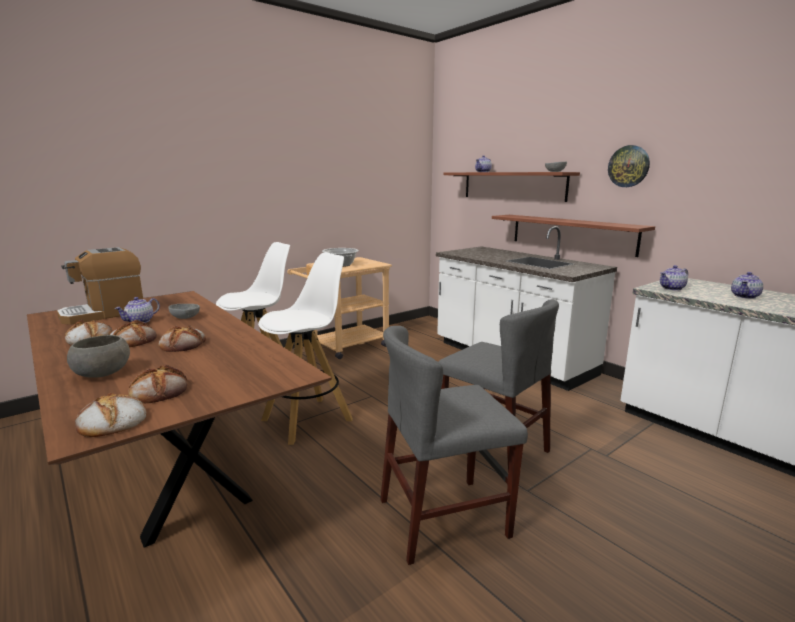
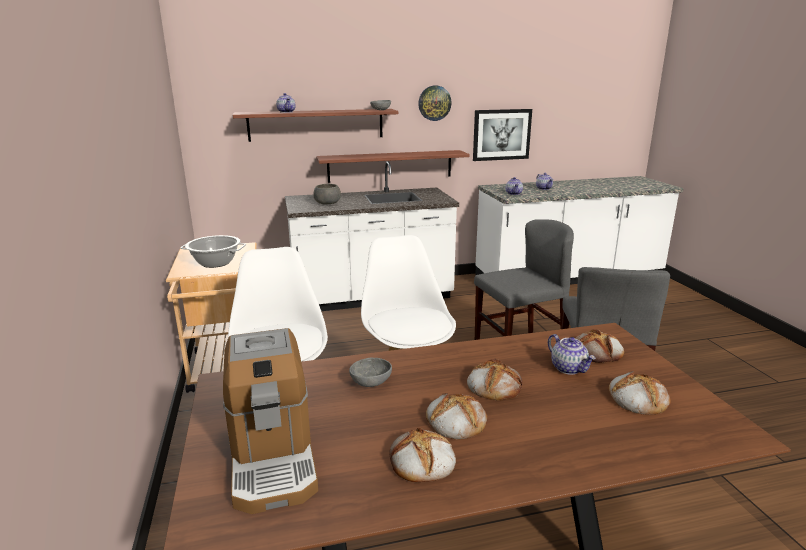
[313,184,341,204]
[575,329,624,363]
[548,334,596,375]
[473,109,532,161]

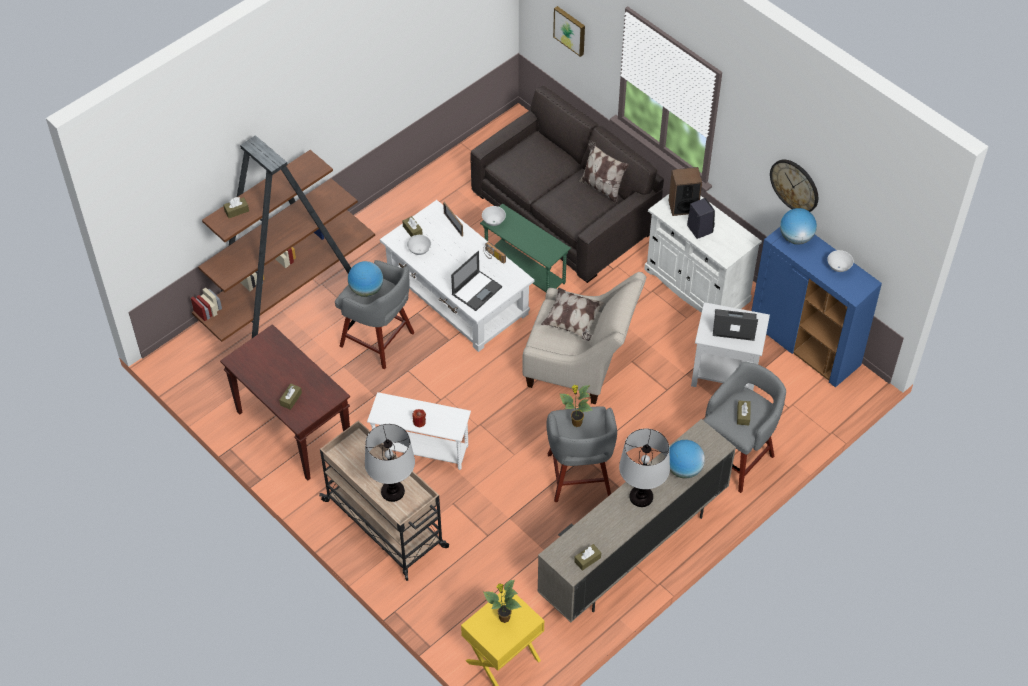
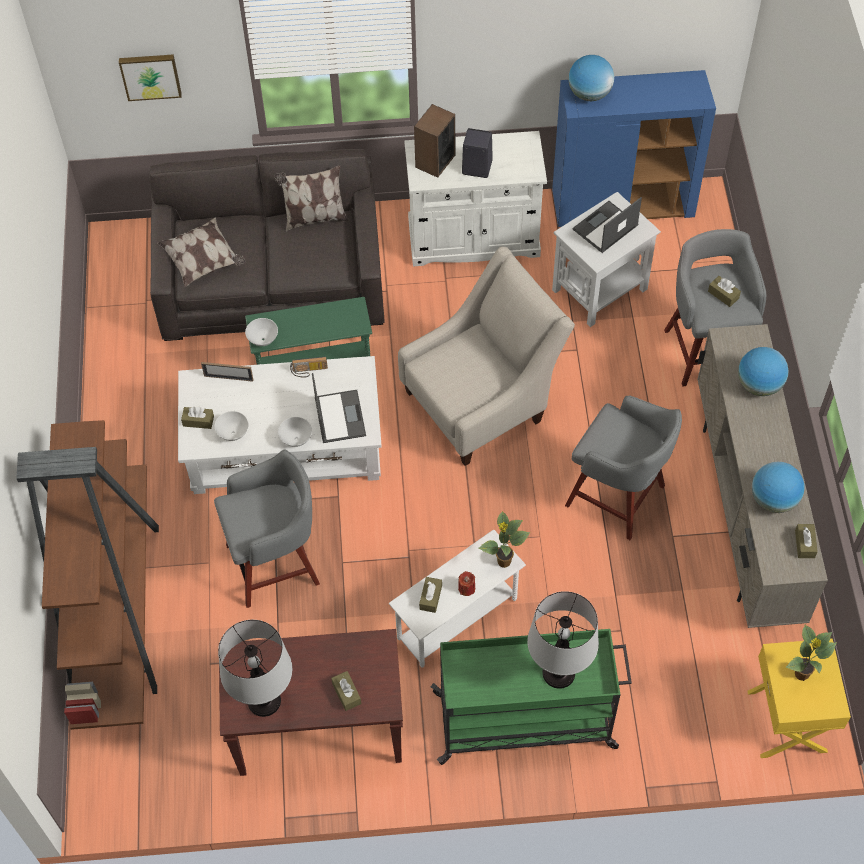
[419,577,442,613]
[431,629,632,765]
[752,462,804,513]
[157,218,245,287]
[478,511,530,568]
[218,620,292,717]
[770,160,818,212] (first image)
[278,417,312,447]

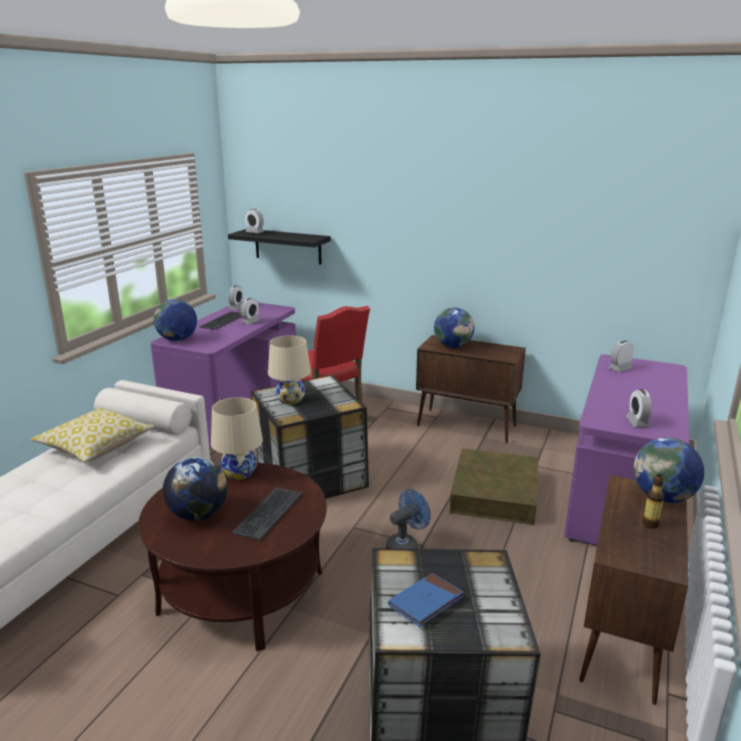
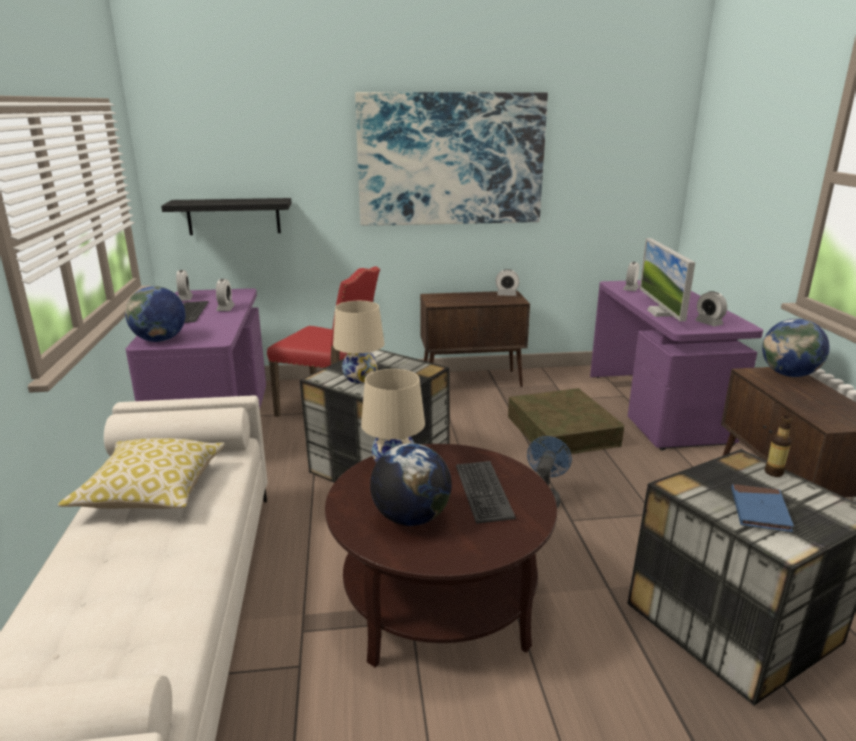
[496,269,519,296]
[434,308,474,348] (first image)
[765,416,791,477]
[355,92,548,226]
[640,238,695,321]

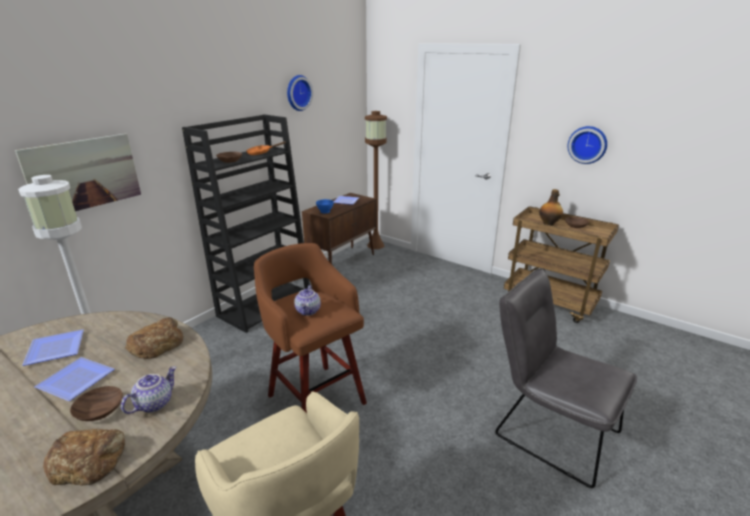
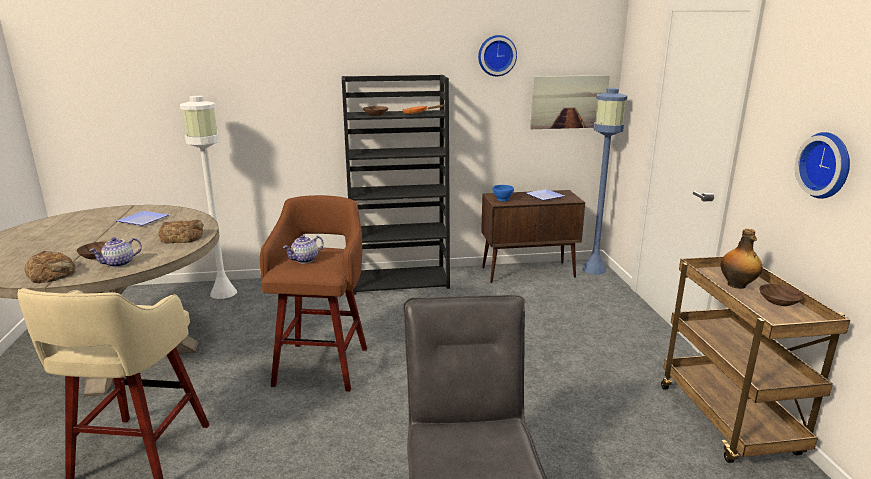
[530,75,610,129]
[34,357,114,401] (first image)
[89,237,142,267]
[582,88,628,275]

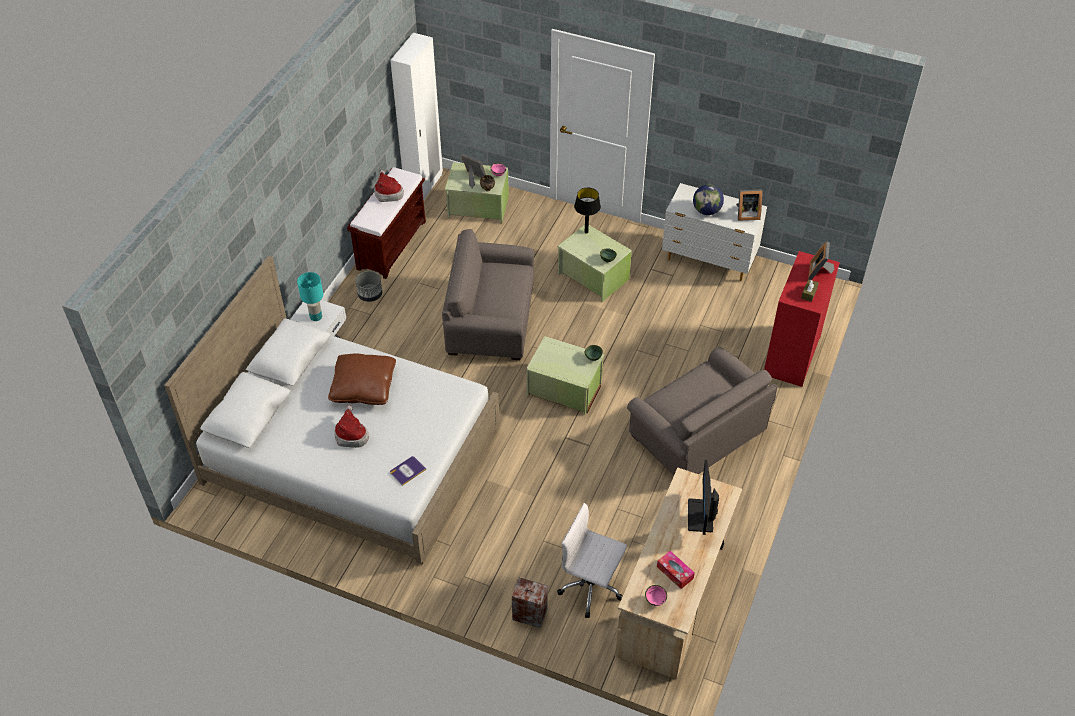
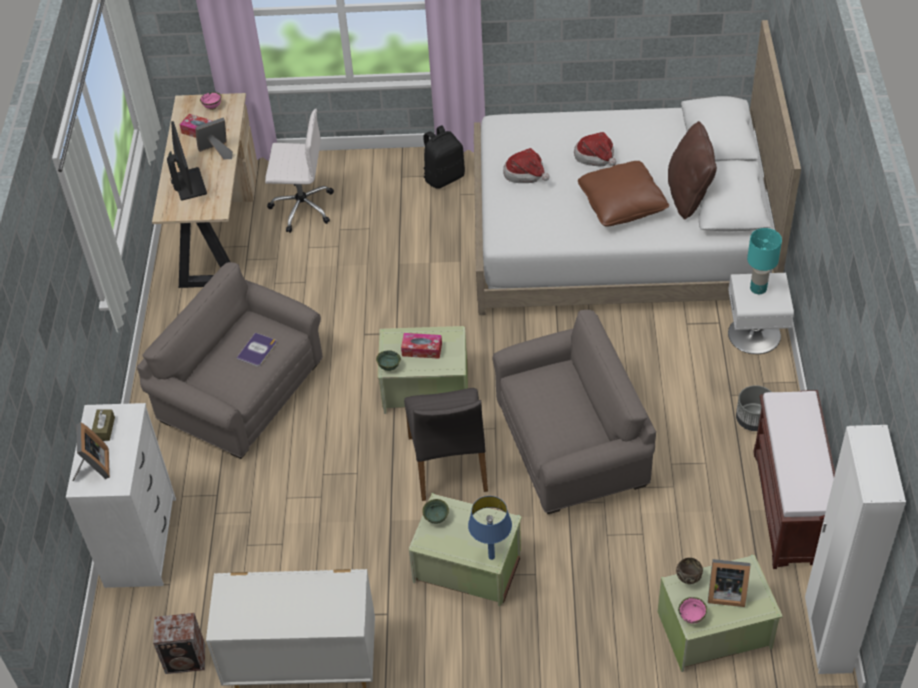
[503,148,549,183]
[237,333,277,366]
[153,613,205,674]
[468,496,512,560]
[693,184,724,215] (first image)
[195,117,233,159]
[66,403,176,588]
[401,333,442,359]
[404,388,488,501]
[423,125,465,189]
[668,121,717,219]

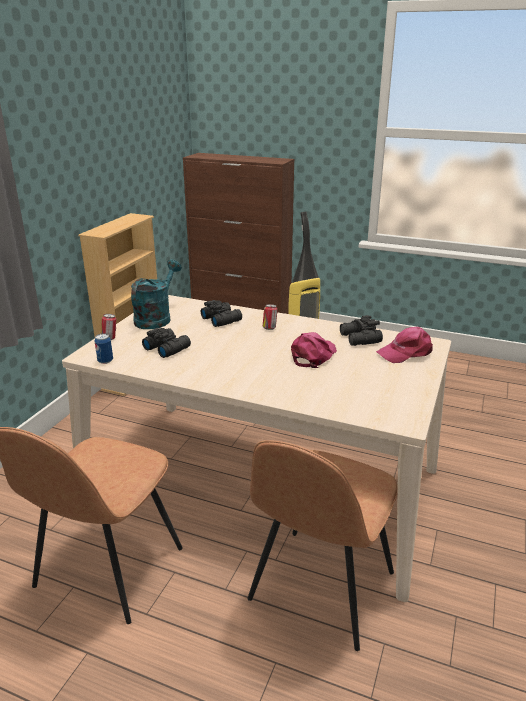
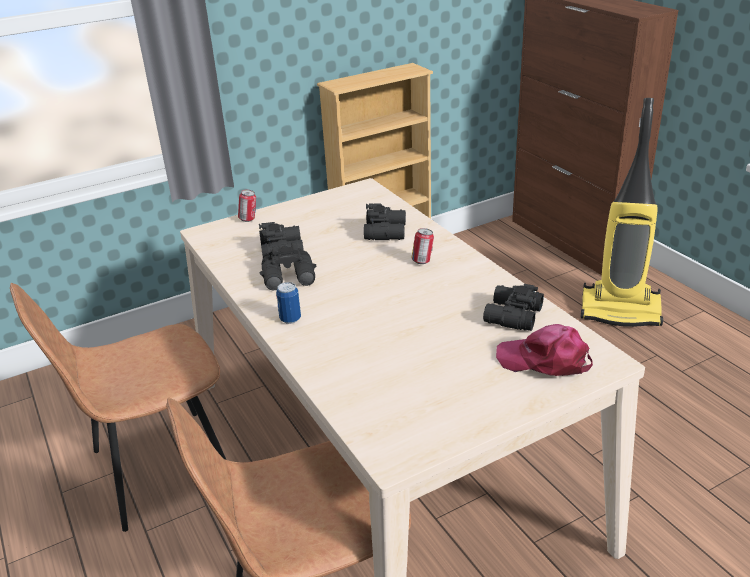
[276,282,301,324]
[131,260,182,329] (first image)
[291,332,337,368] (first image)
[260,241,316,290]

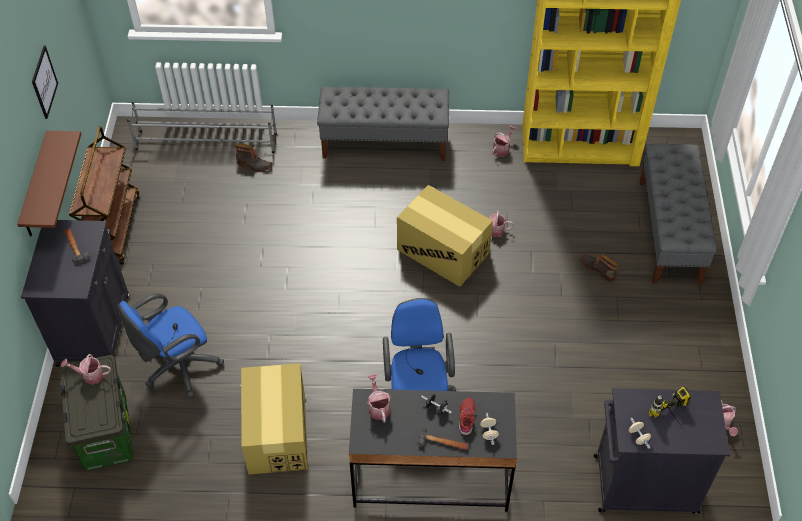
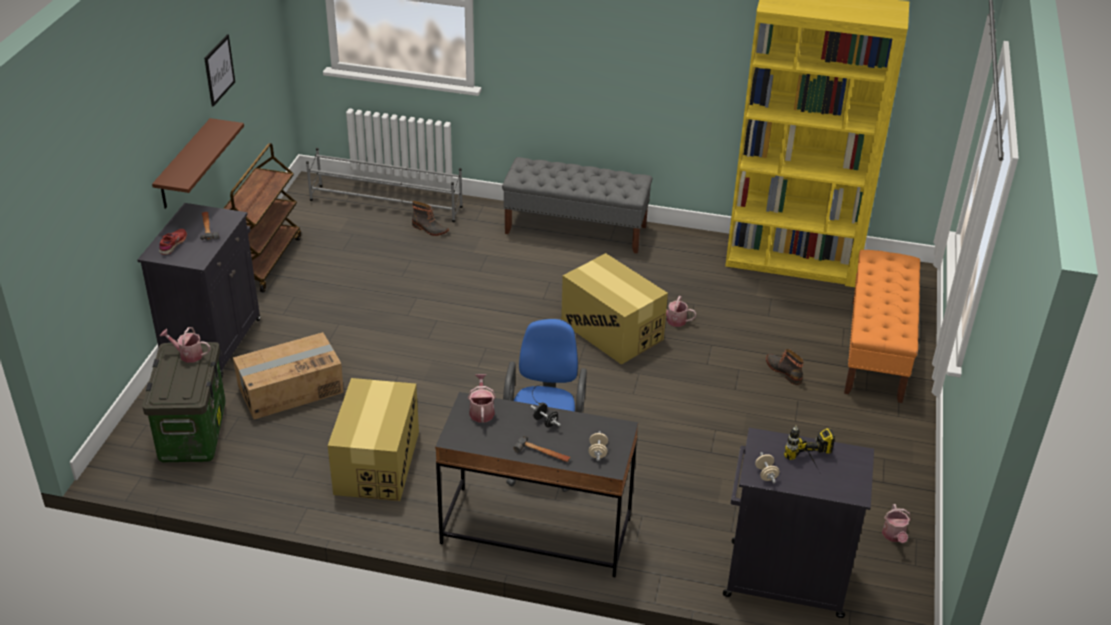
[233,332,344,419]
[159,229,187,255]
[492,125,516,156] (first image)
[844,250,920,403]

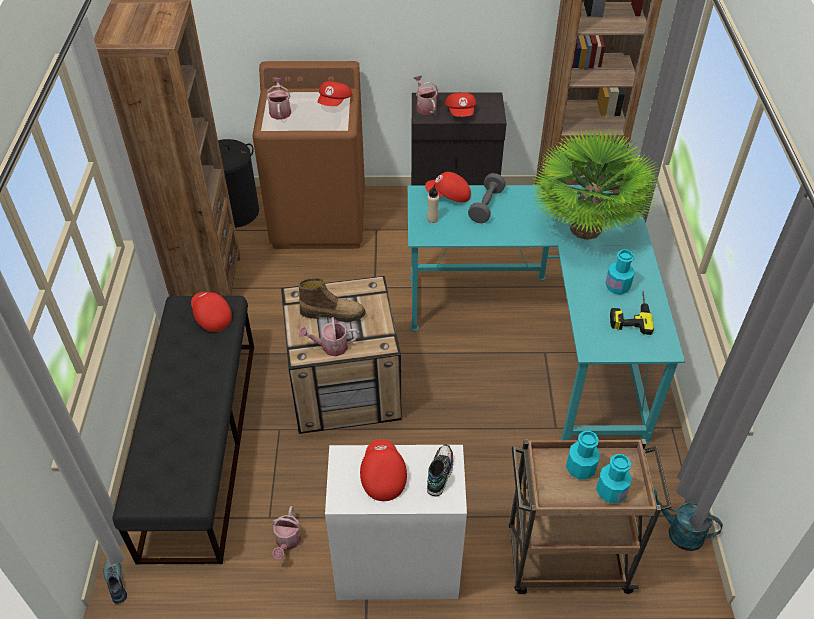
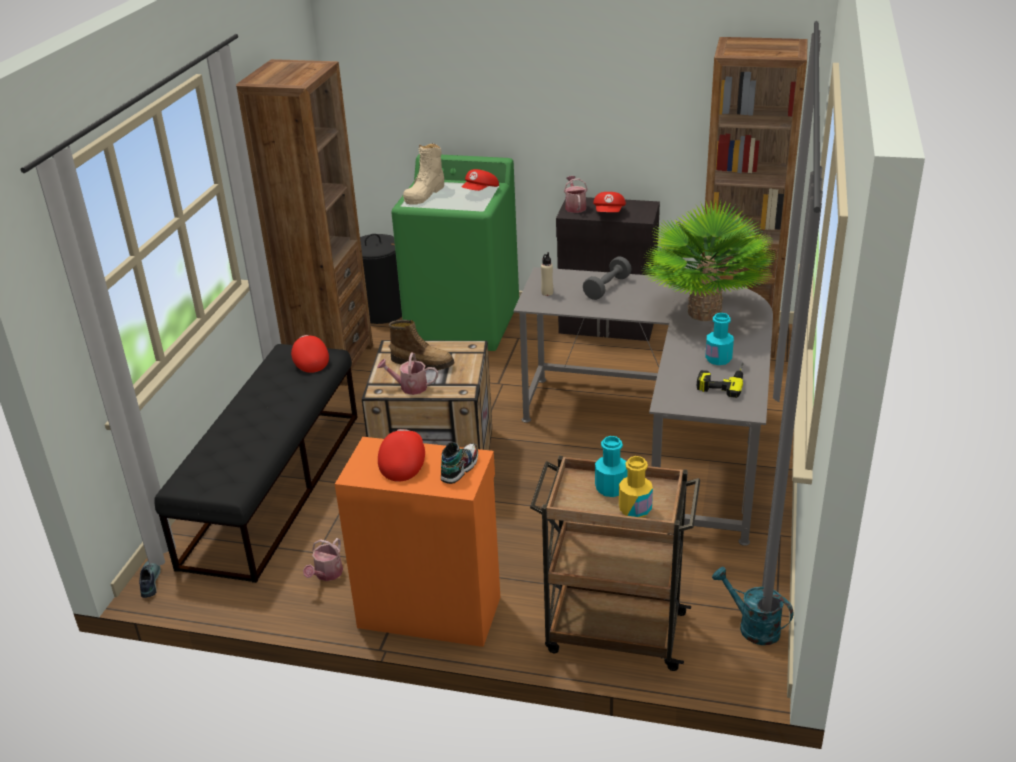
[391,154,519,351]
[403,143,445,205]
[335,437,500,647]
[513,267,773,546]
[425,172,471,202] (first image)
[619,456,653,518]

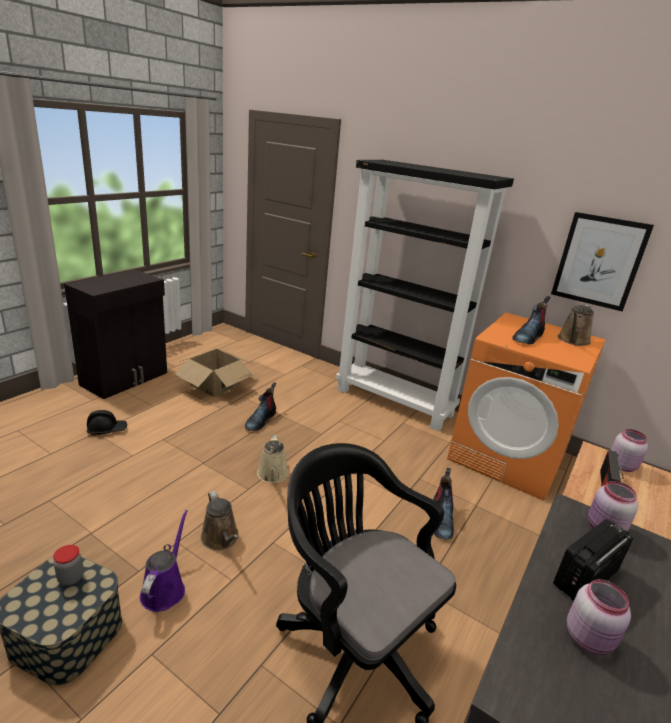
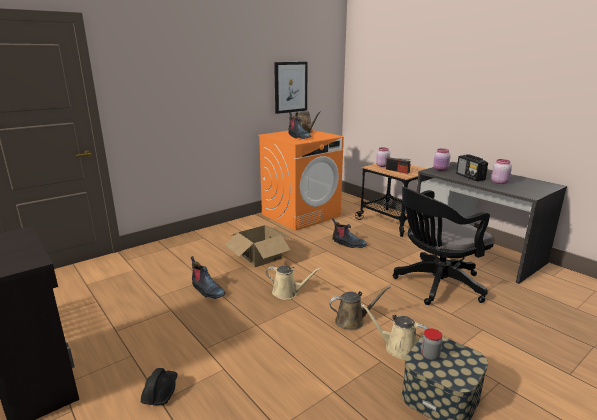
[361,304,428,360]
[224,225,294,267]
[336,160,514,431] (first image)

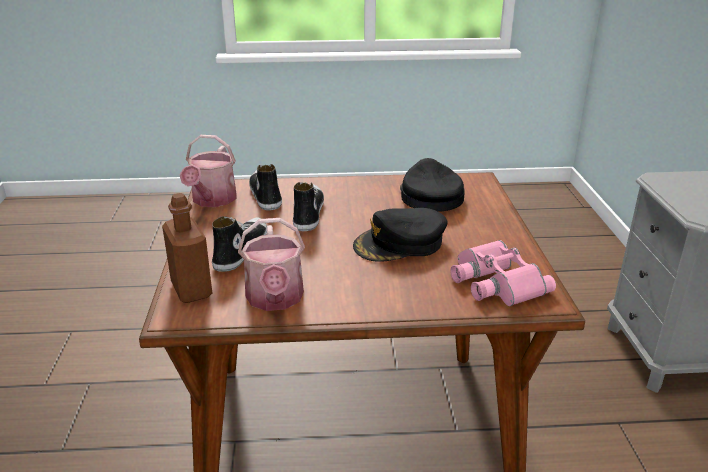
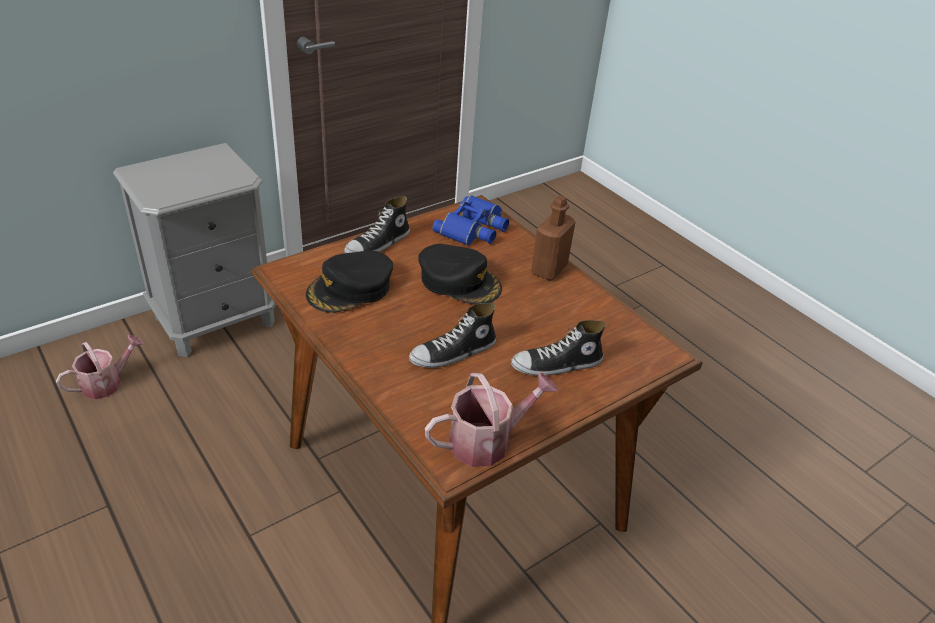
[531,195,575,281]
[56,335,144,399]
[344,196,410,253]
[432,195,509,246]

